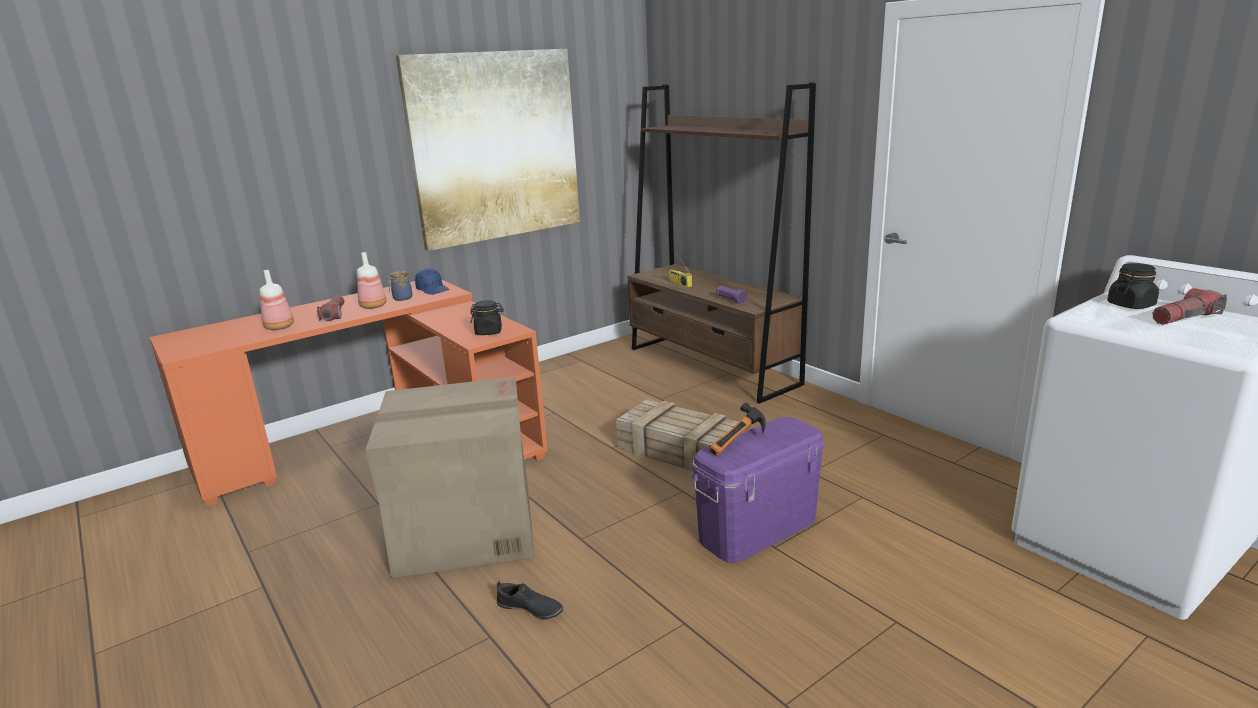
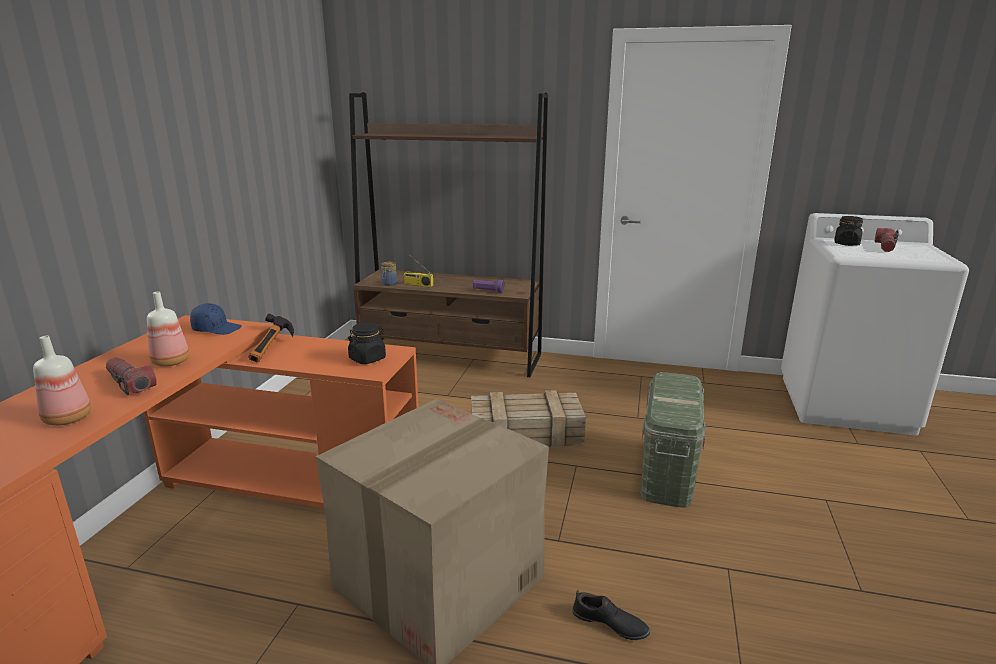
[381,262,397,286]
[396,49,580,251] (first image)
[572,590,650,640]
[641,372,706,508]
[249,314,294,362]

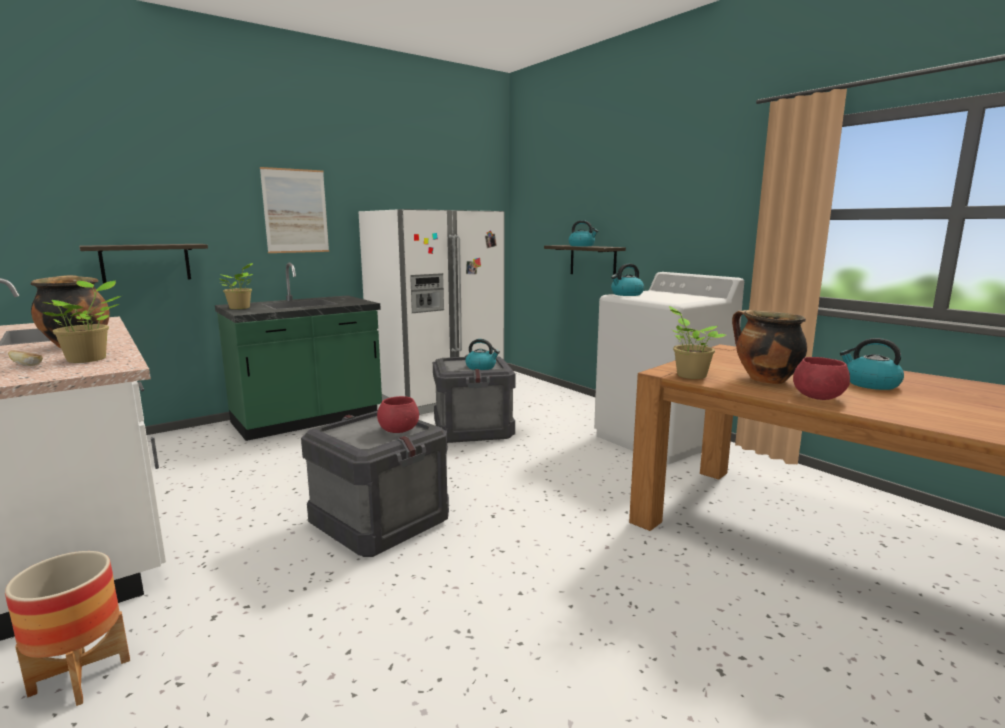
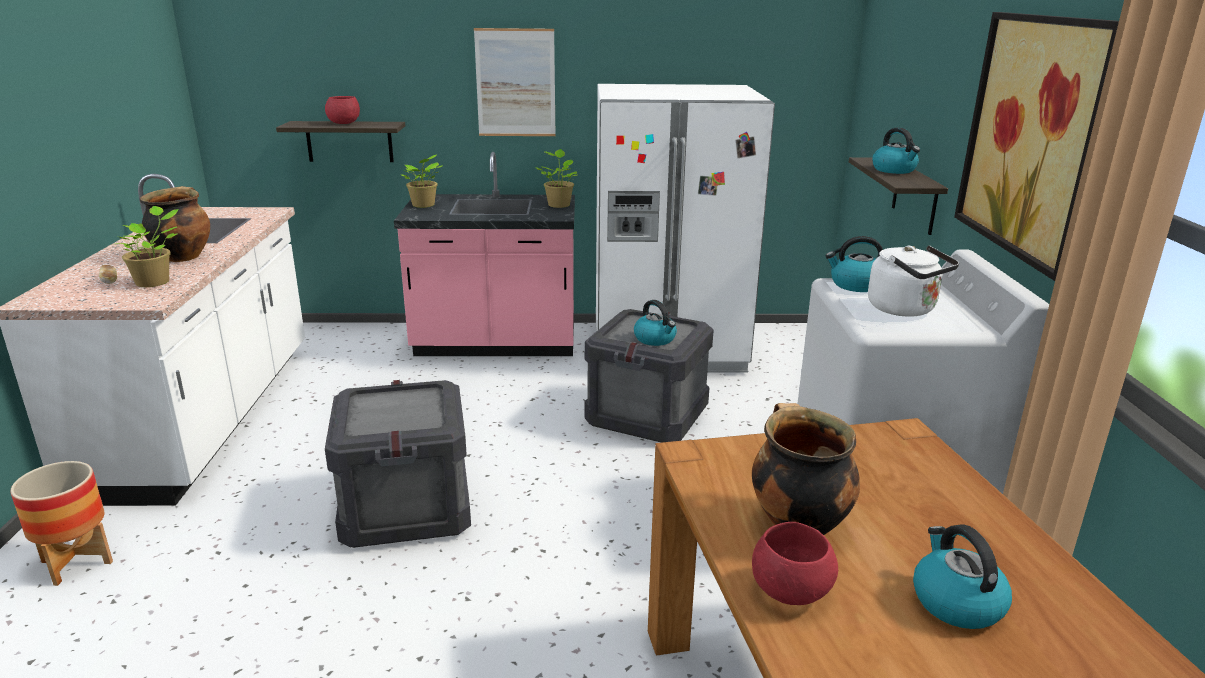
[394,152,575,356]
[325,96,360,124]
[535,149,577,208]
[868,245,959,316]
[954,12,1119,281]

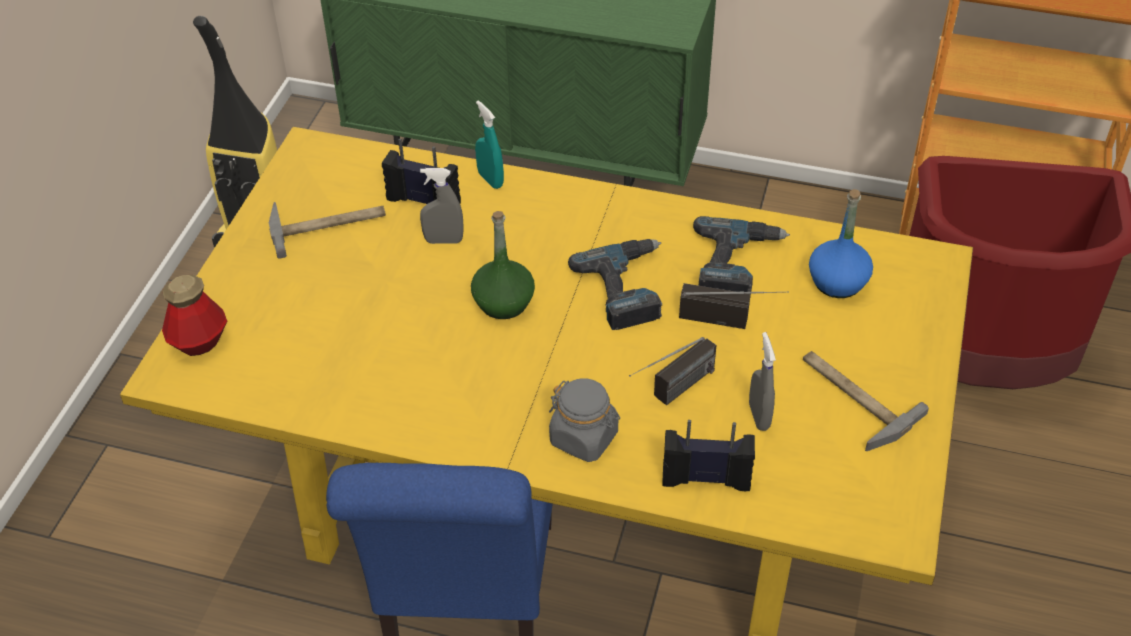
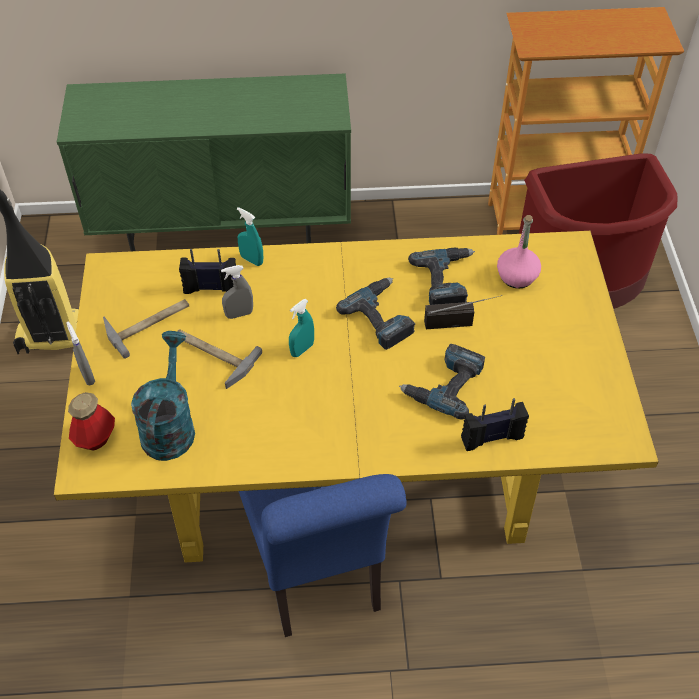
[289,299,314,357]
[549,378,620,462] (first image)
[399,343,485,419]
[66,321,95,385]
[178,329,262,389]
[497,215,541,288]
[131,331,195,461]

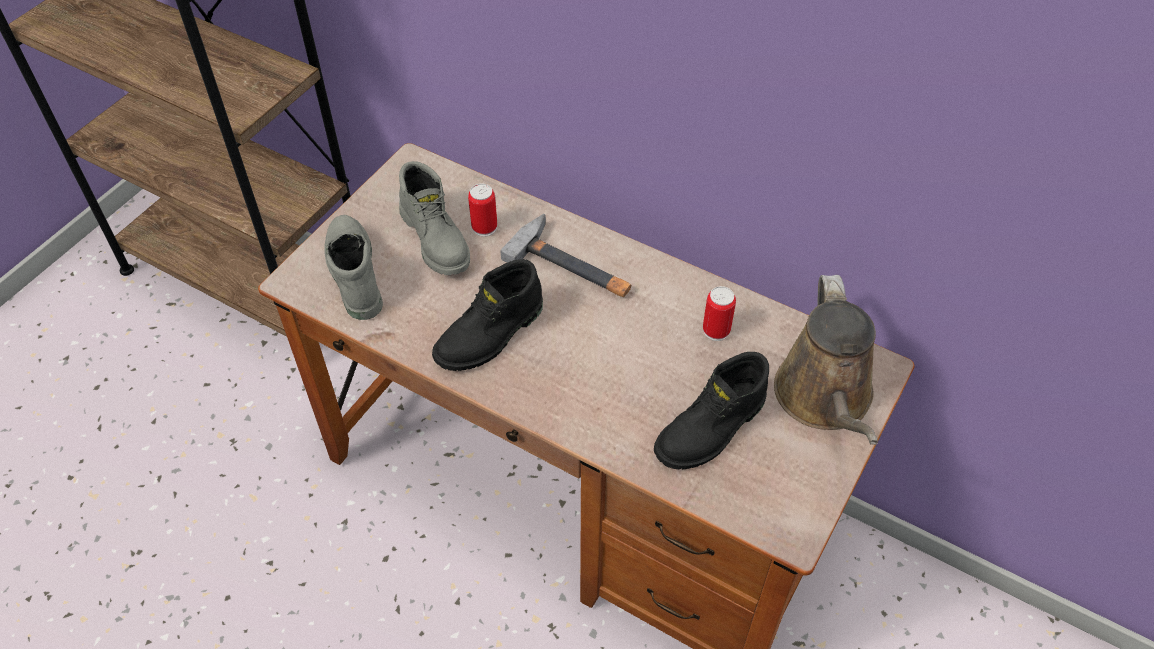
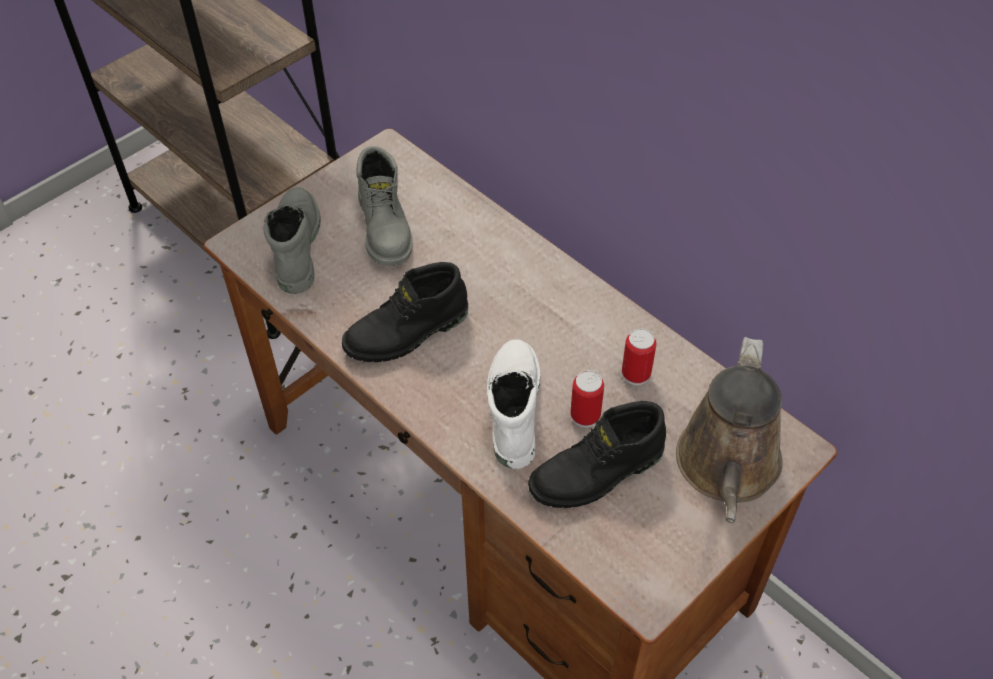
[571,370,604,428]
[500,214,631,297] (first image)
[487,340,541,469]

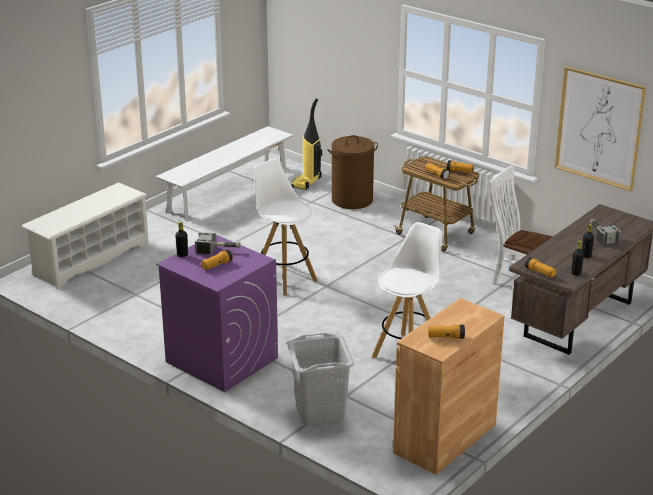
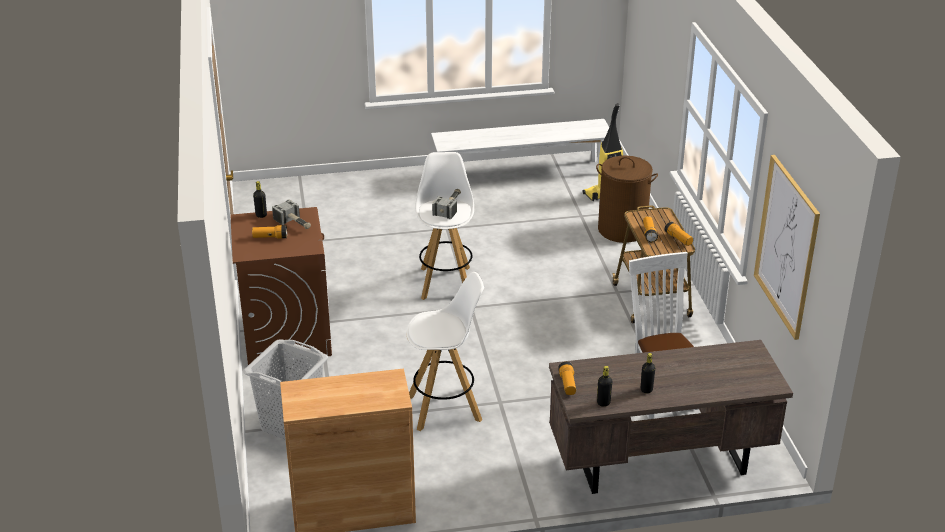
[22,183,149,289] (first image)
[230,207,332,365]
[428,325,465,339] (first image)
[432,189,461,219]

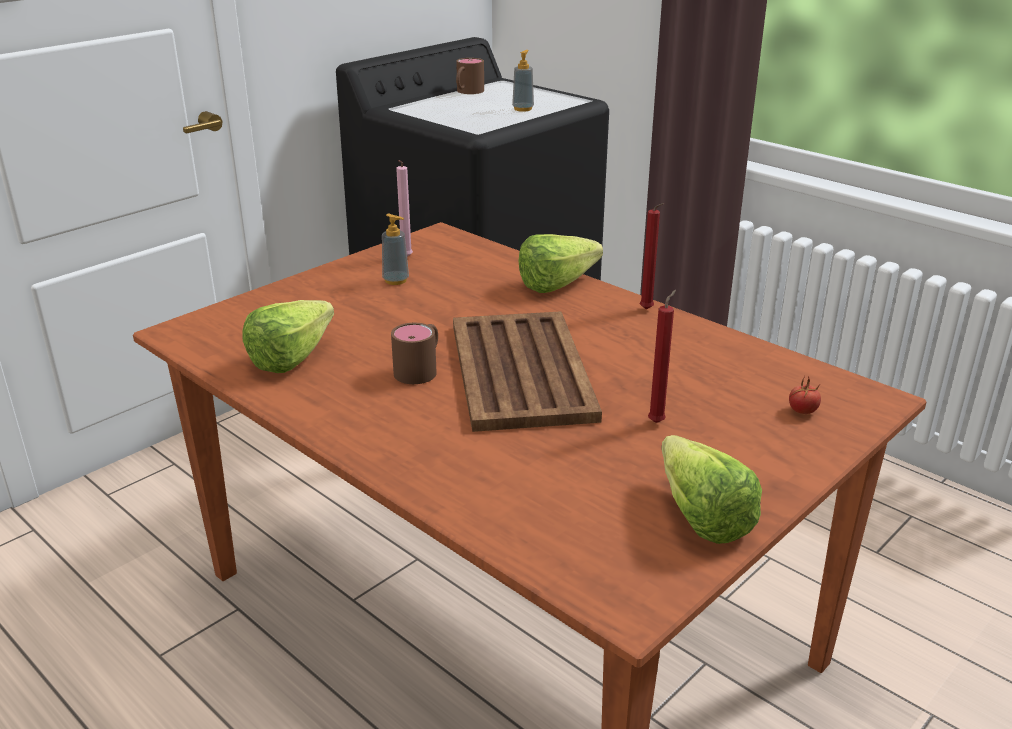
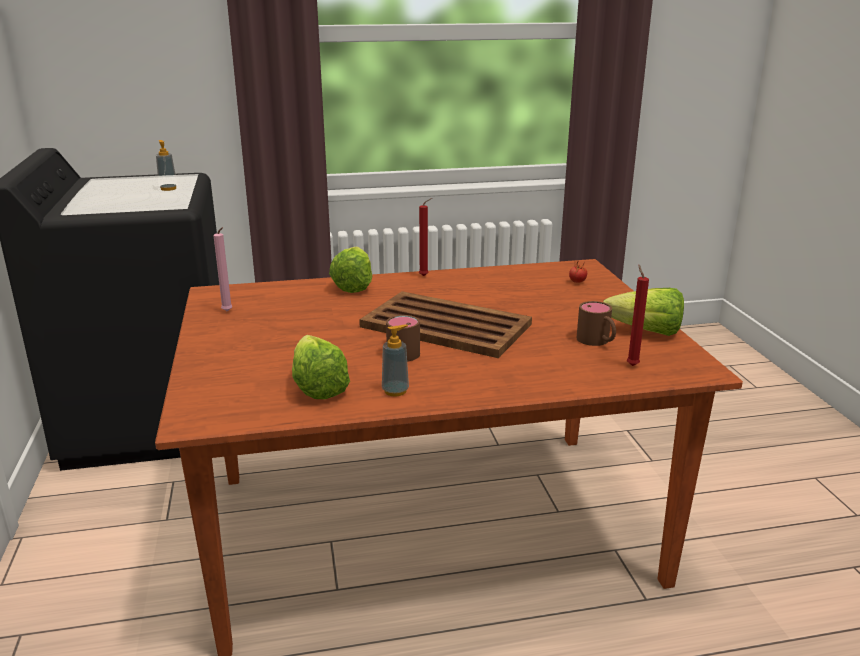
[382,325,409,397]
[577,301,616,346]
[627,265,649,366]

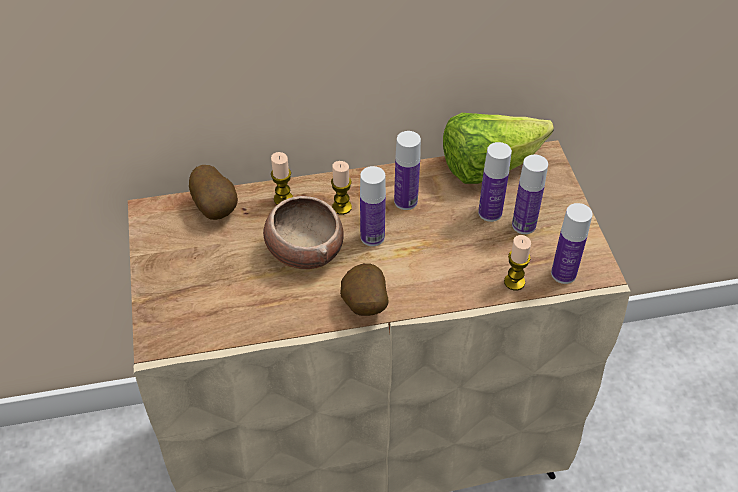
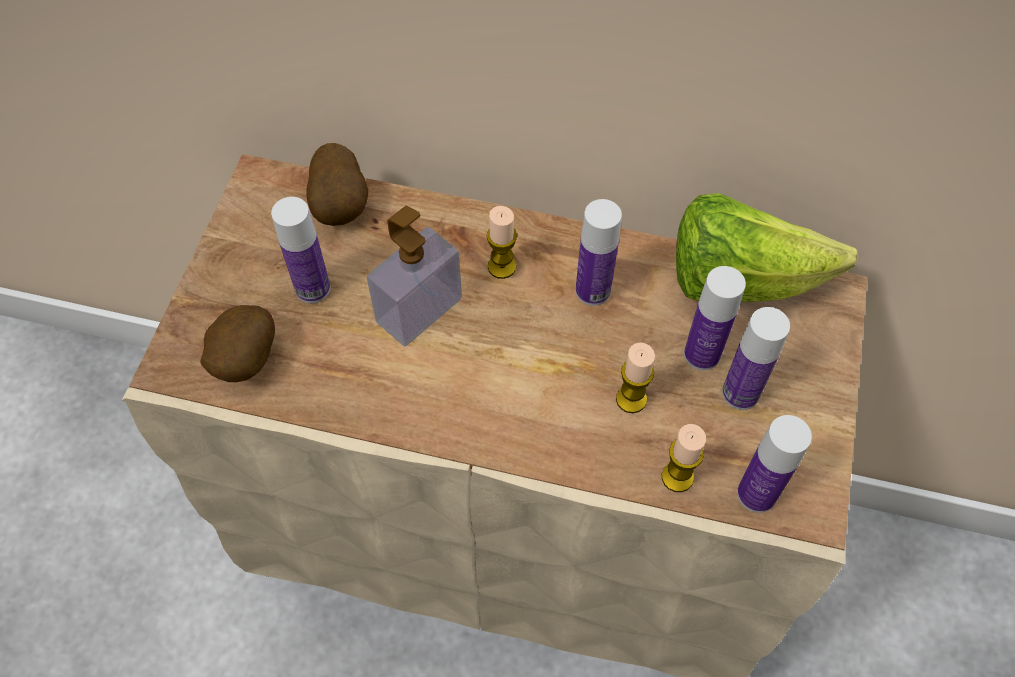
[367,206,462,346]
[616,342,655,413]
[200,305,275,382]
[271,197,330,303]

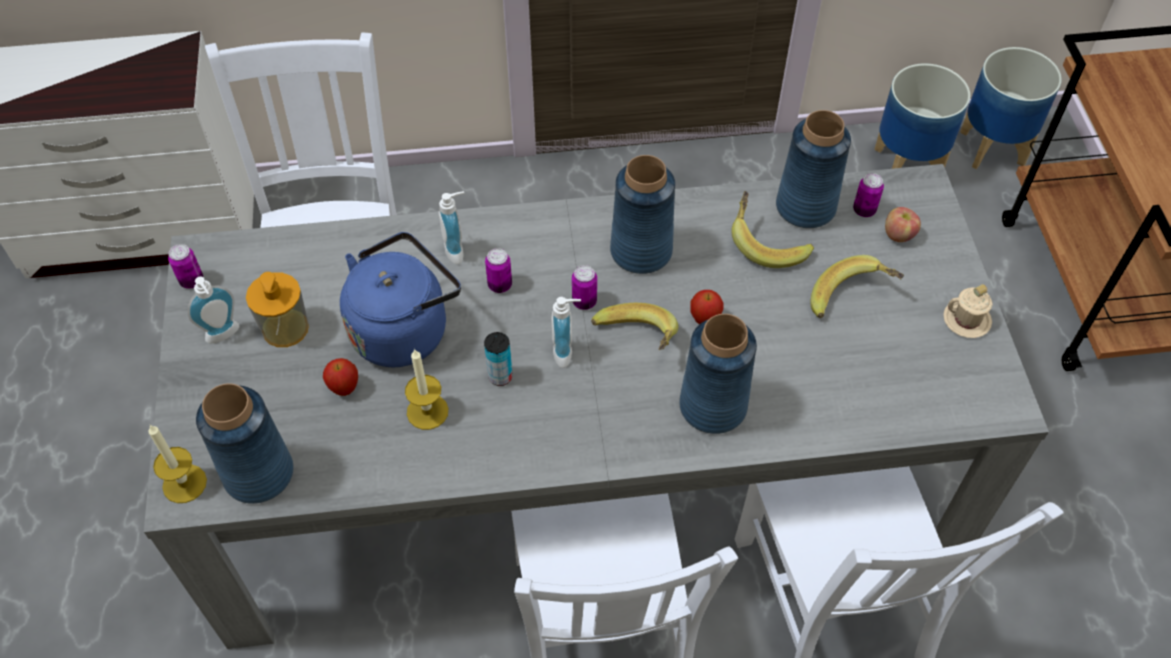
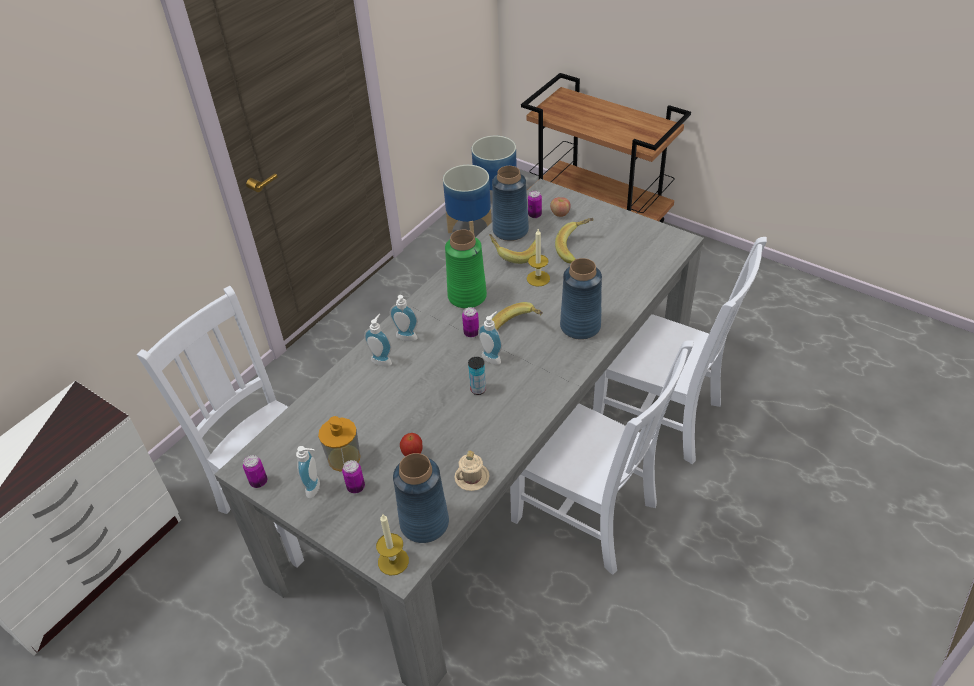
[340,232,461,367] (first image)
[527,229,550,287]
[342,460,365,493]
[445,230,487,308]
[691,290,724,324] (first image)
[454,451,490,491]
[390,295,418,341]

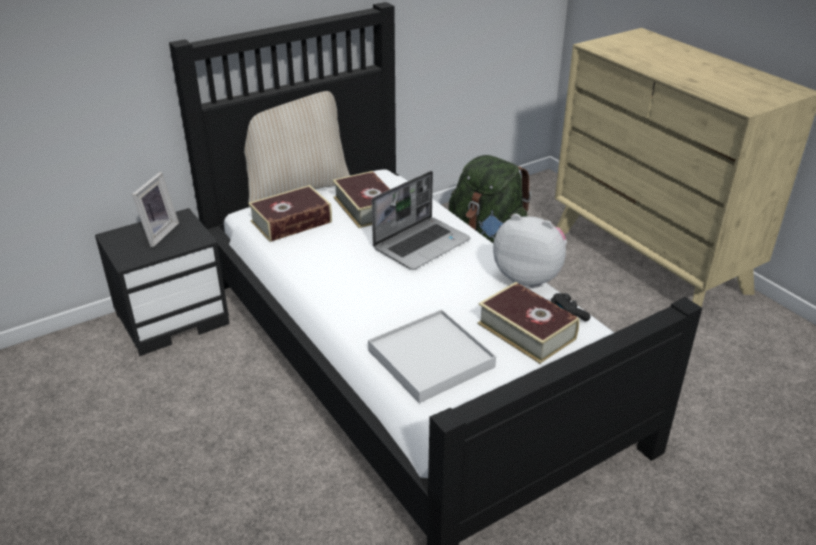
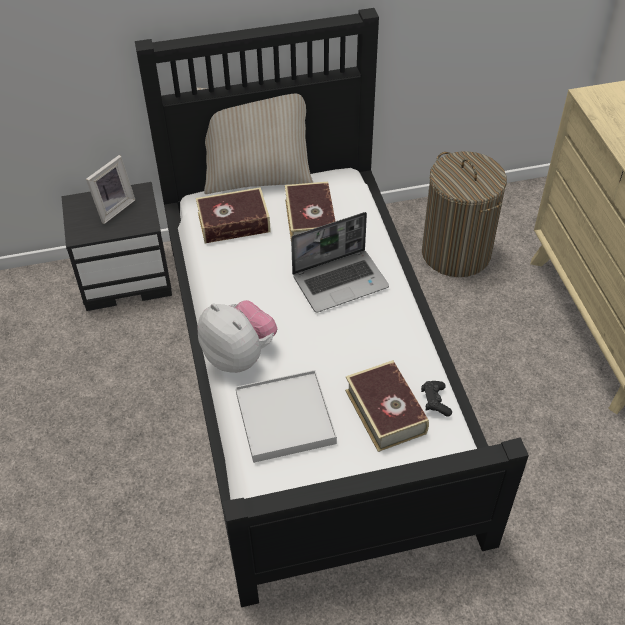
[422,151,507,277]
[197,300,277,373]

